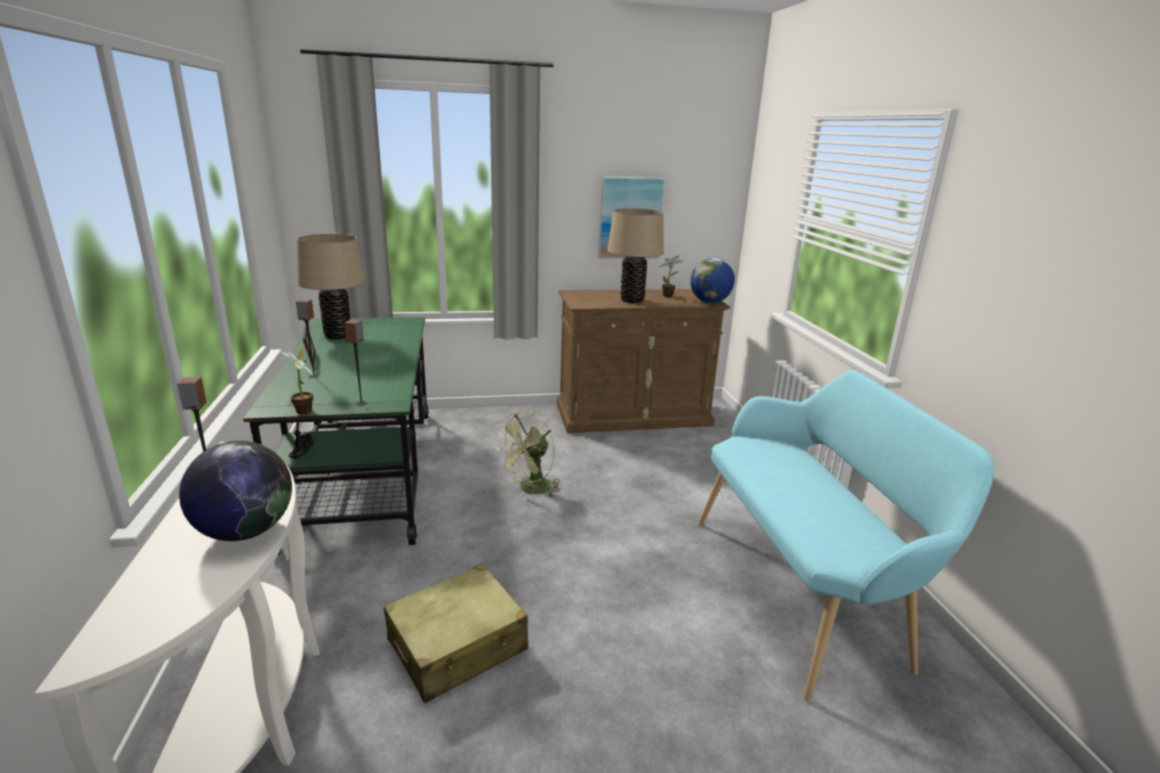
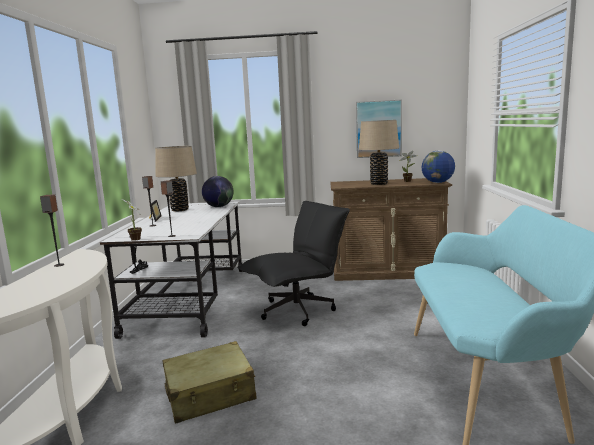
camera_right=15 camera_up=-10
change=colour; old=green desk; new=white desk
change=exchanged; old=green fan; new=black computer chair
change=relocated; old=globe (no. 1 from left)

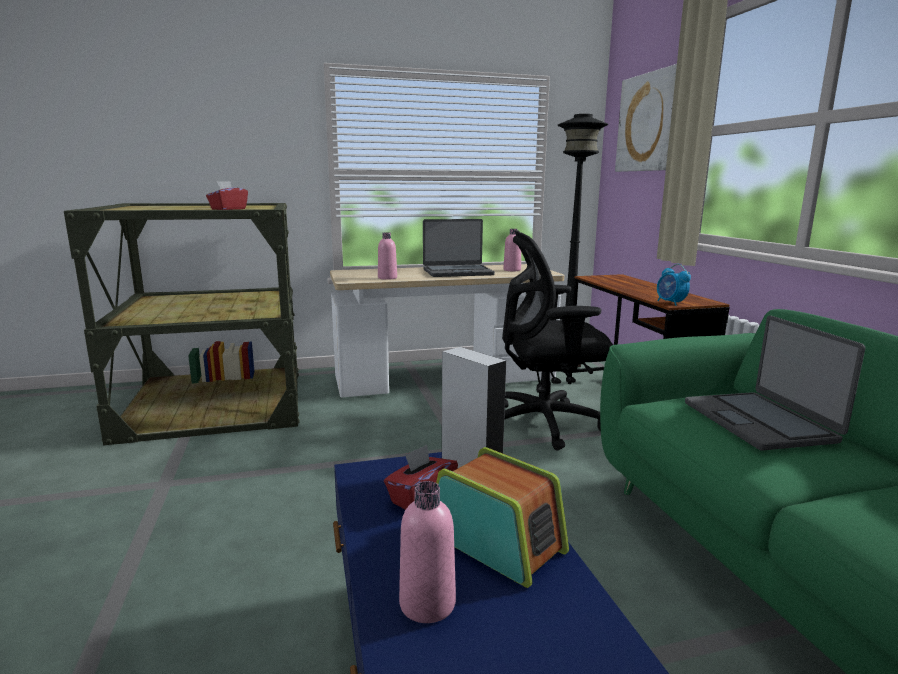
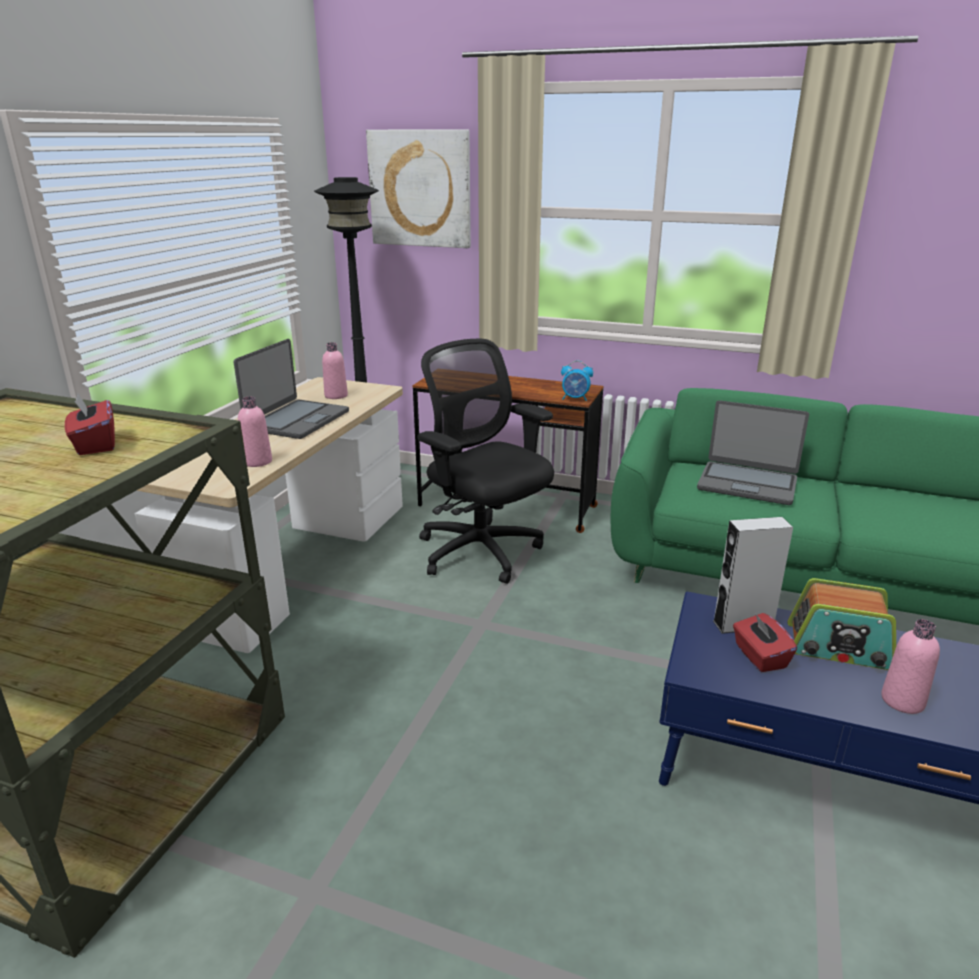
camera_right=-55 camera_up=10
change=spun; old=black computer chair; degrees=105
change=spun; old=radio set; degrees=-150

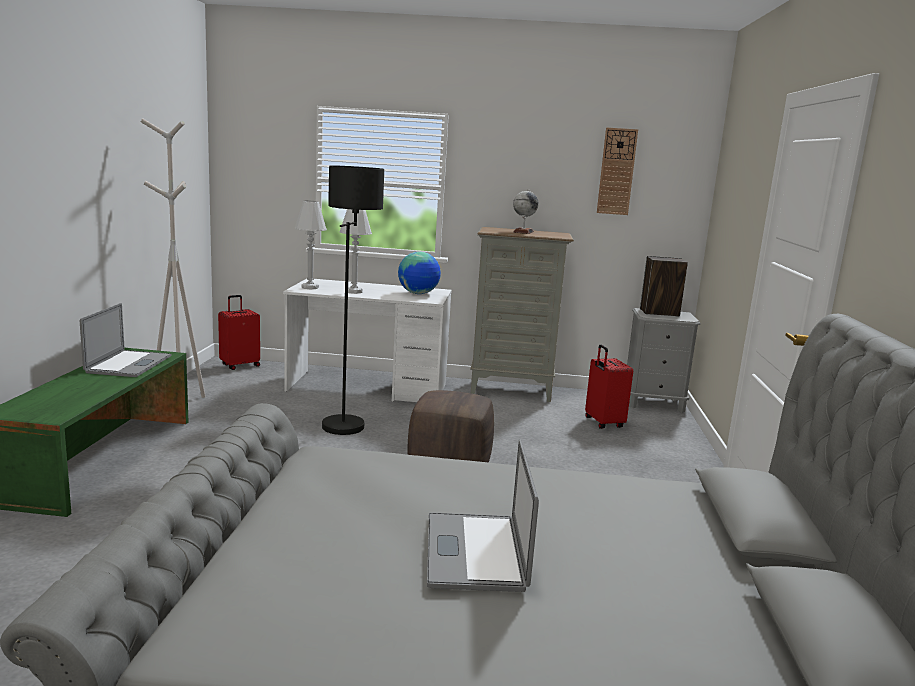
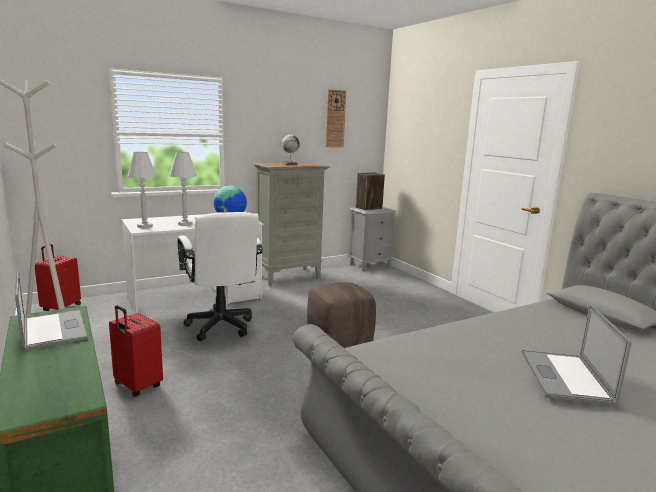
camera_right=-35 camera_up=0
change=exchanged; old=black standing lamp; new=white computer chair
change=relocated; old=red suitcase (no. 2 from left)
change=spun; old=notebook computer (no. 2 from left); degrees=45

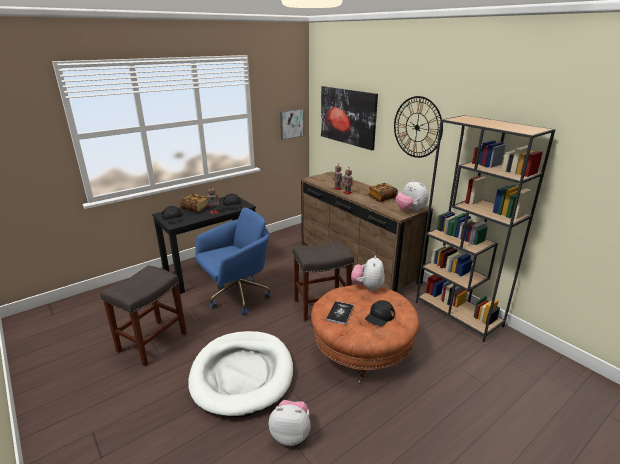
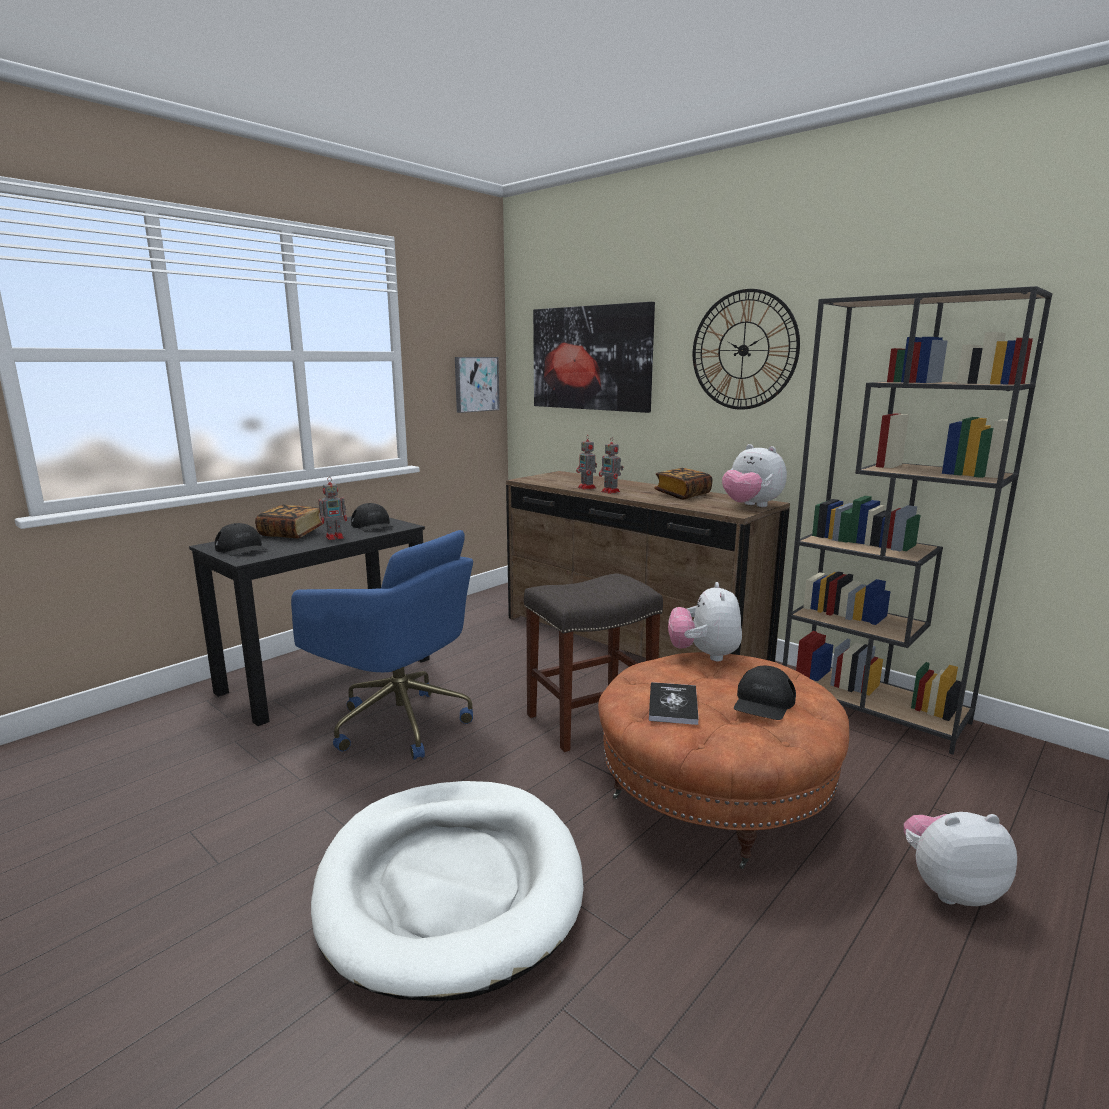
camera_right=-10 camera_up=-10
change=spun; old=bluish computer chair; degrees=75
change=missing; old=grey stool seat (no. 1 from left)
change=relocated; old=cuddly toy (no. 1 from left in the first image); new=cuddly toy (no. 3 from left)

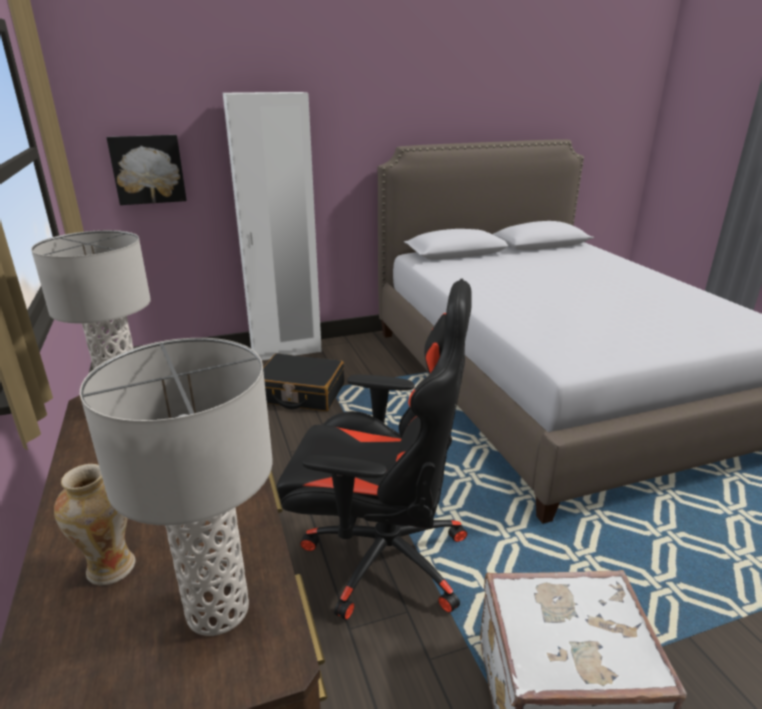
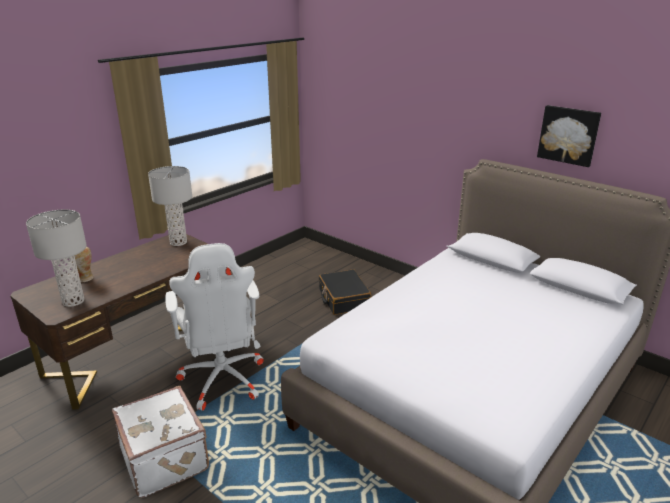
camera_right=60 camera_up=0
change=missing; old=white wardrobe
change=relocated; old=picture
change=colour; old=black computer chair; new=white computer chair

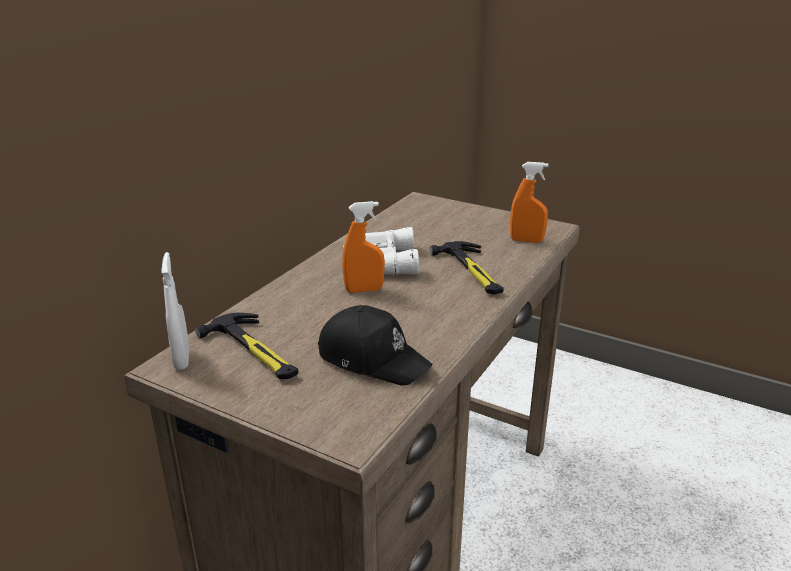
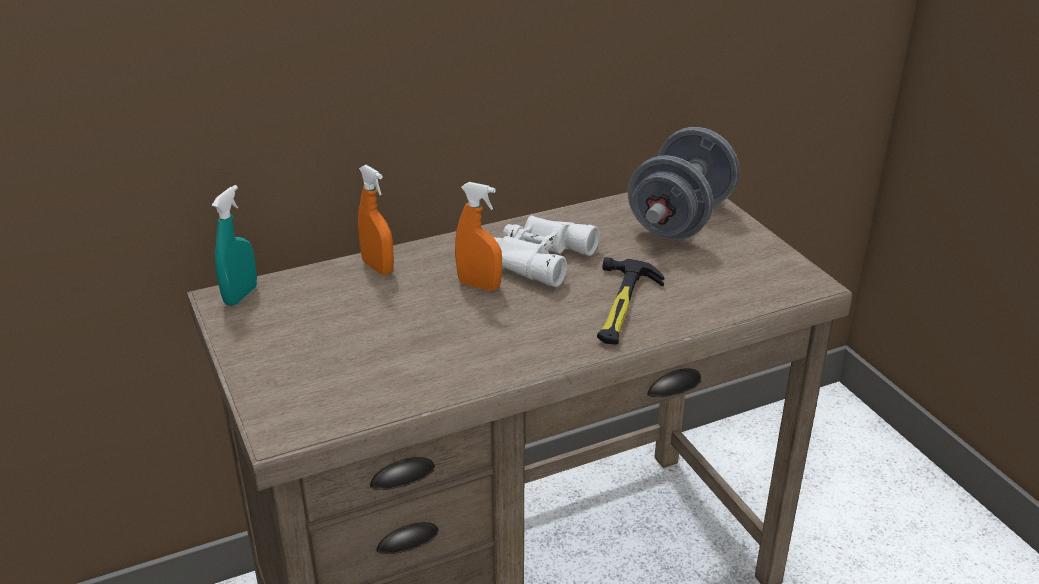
camera_right=35 camera_up=5
change=relocated; old=orangey spray bottle (no. 2 from left in the first image); new=orangey spray bottle (no. 1 from left)
change=colour; old=white spray bottle; new=turquoise spray bottle
change=missing; old=black cap
change=missing; old=hammer (no. 1 from left)
change=appeared; new=grey hand weight

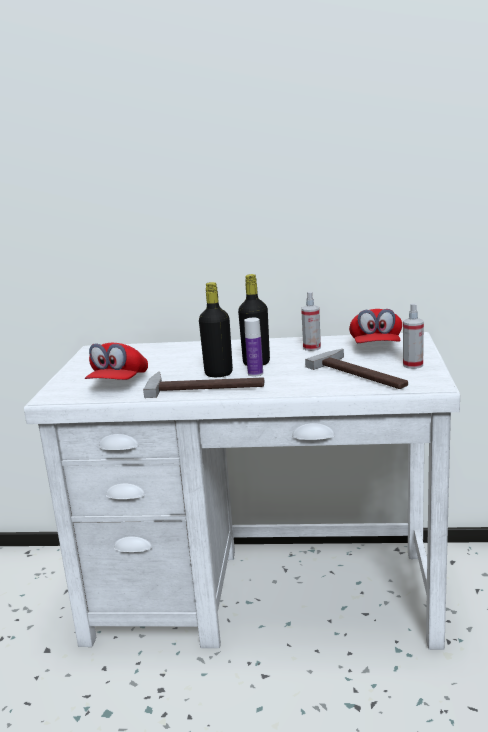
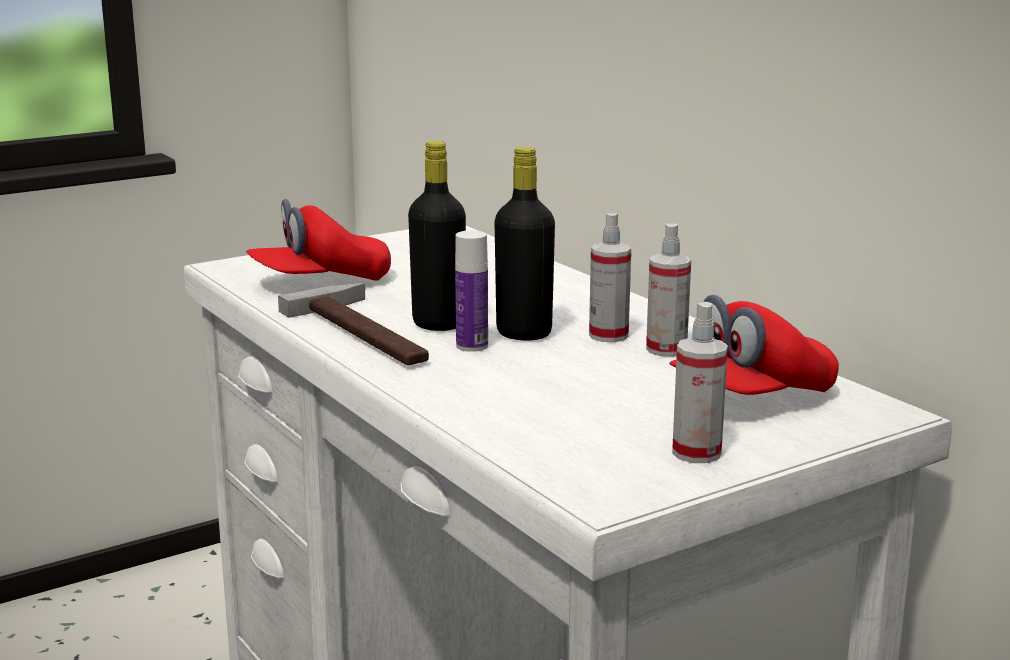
camera_right=50 camera_up=0
change=missing; old=hammer (no. 2 from left)
change=appeared; new=spray bottle (no. 1 from left)

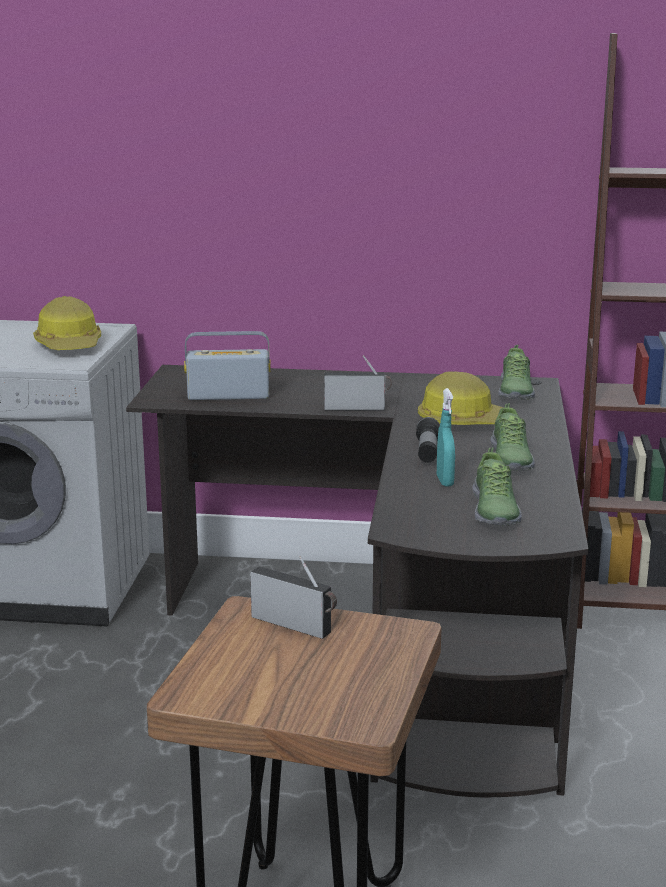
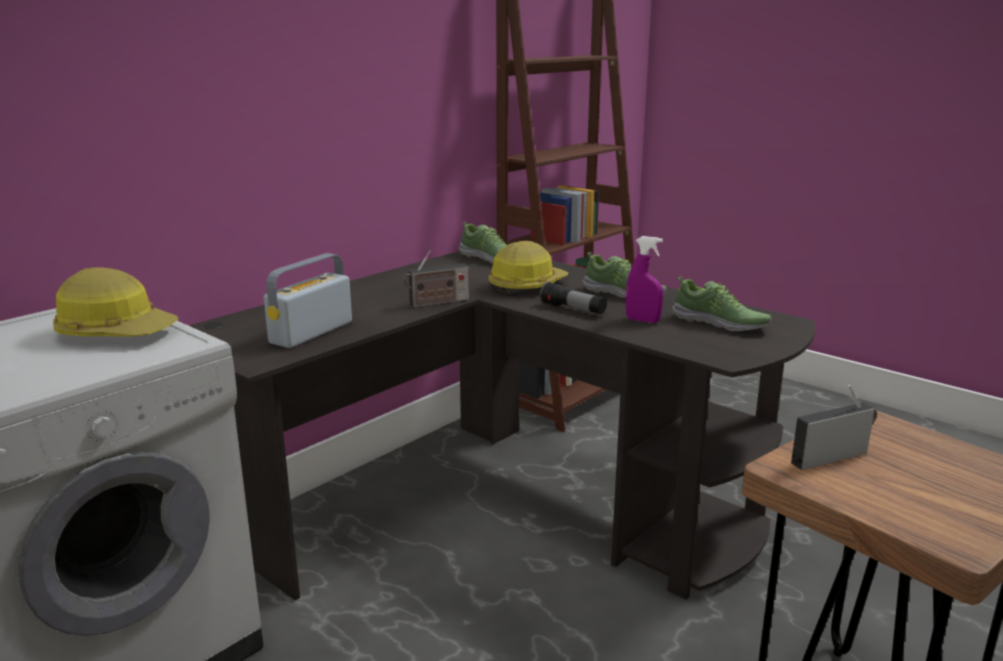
camera_right=-55 camera_up=0
change=spun; old=radio set (no. 3 from left in the first image); degrees=-150
change=colour; old=turquoise spray bottle; new=purplish spray bottle

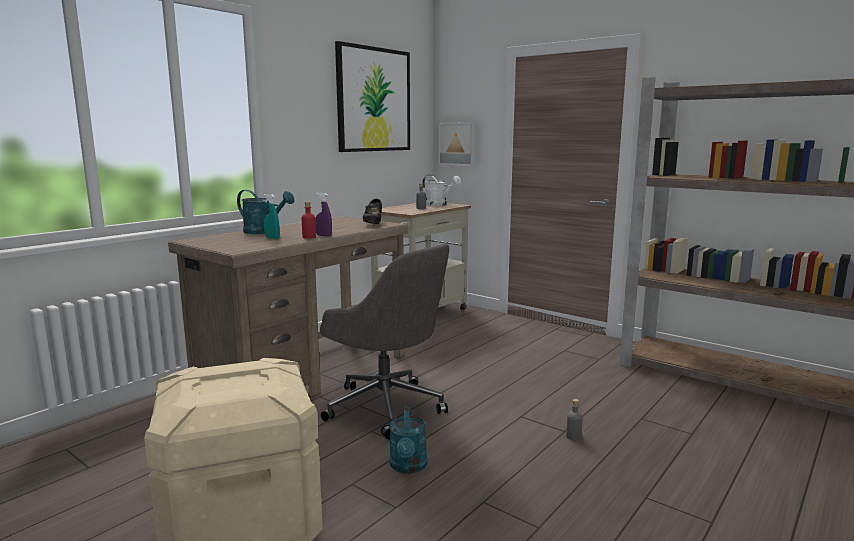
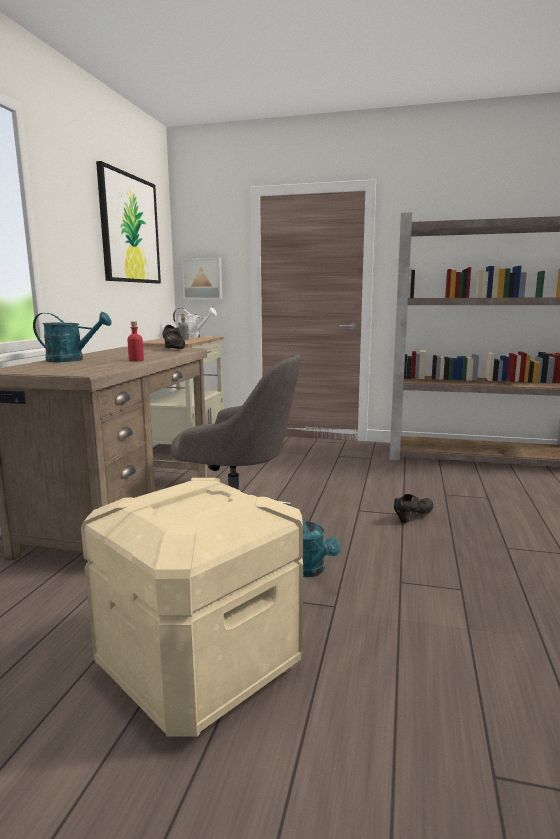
camera_right=-25 camera_up=0
change=missing; old=purplish spray bottle
change=missing; old=turquoise spray bottle
change=exchanged; old=grey drink bottle (no. 2 from left); new=black low shoe (no. 2 from left)

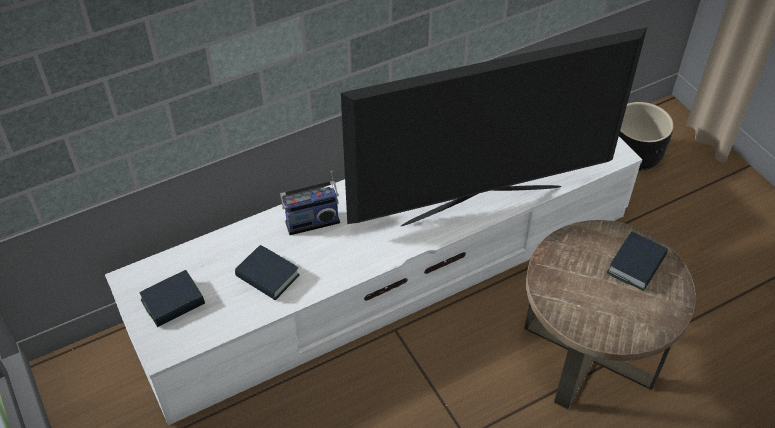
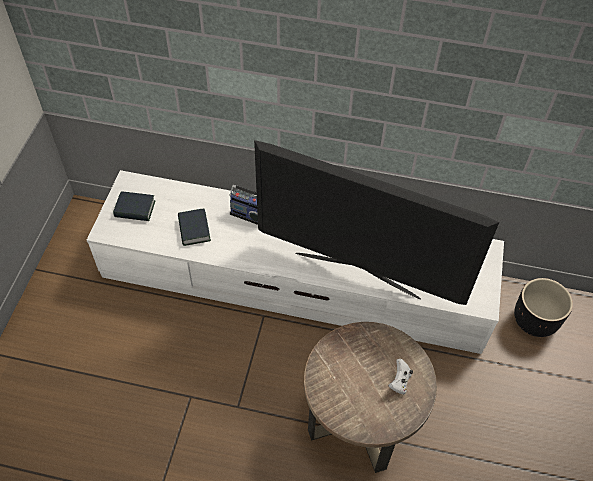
camera_right=40 camera_up=5
change=exchanged; old=bound book (no. 3 from left); new=white game controller

